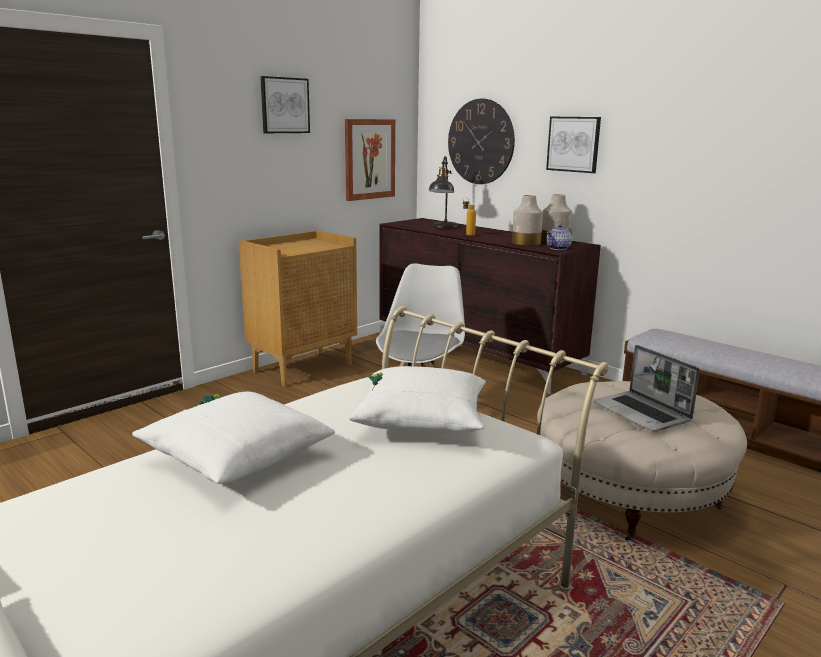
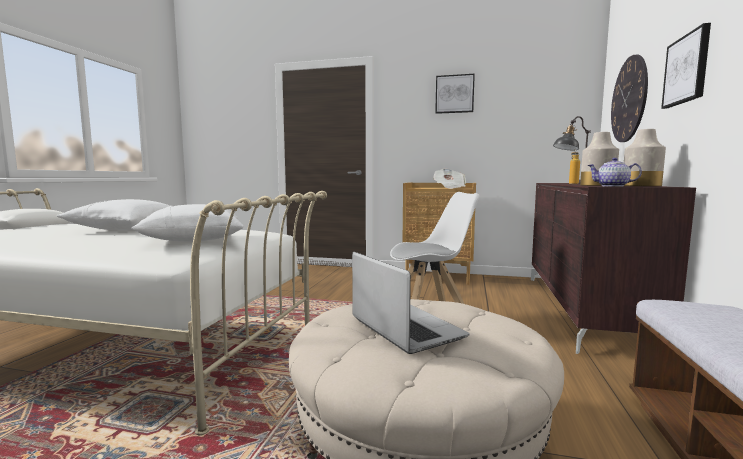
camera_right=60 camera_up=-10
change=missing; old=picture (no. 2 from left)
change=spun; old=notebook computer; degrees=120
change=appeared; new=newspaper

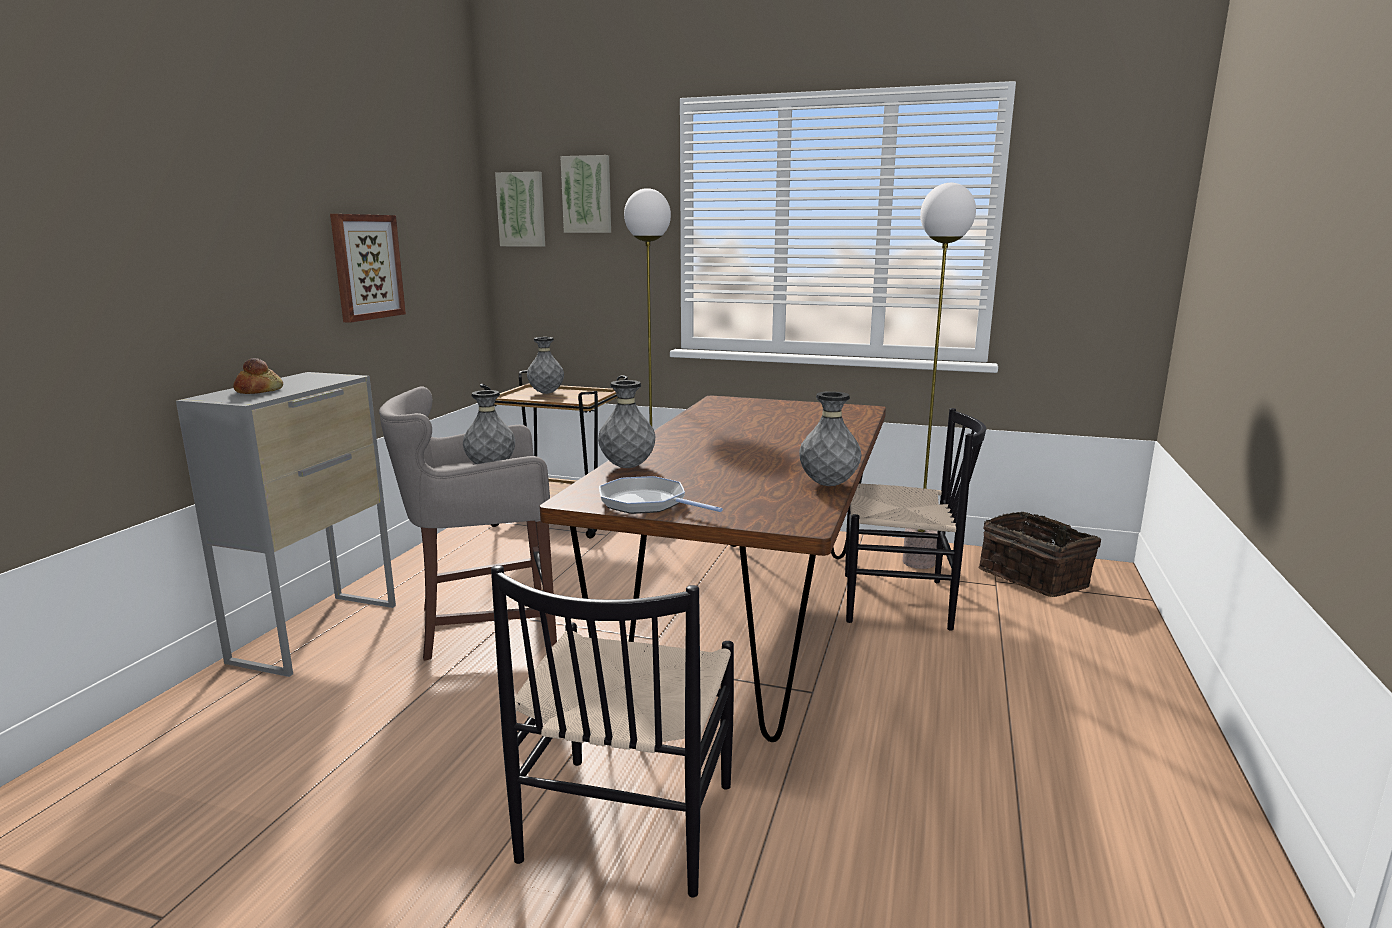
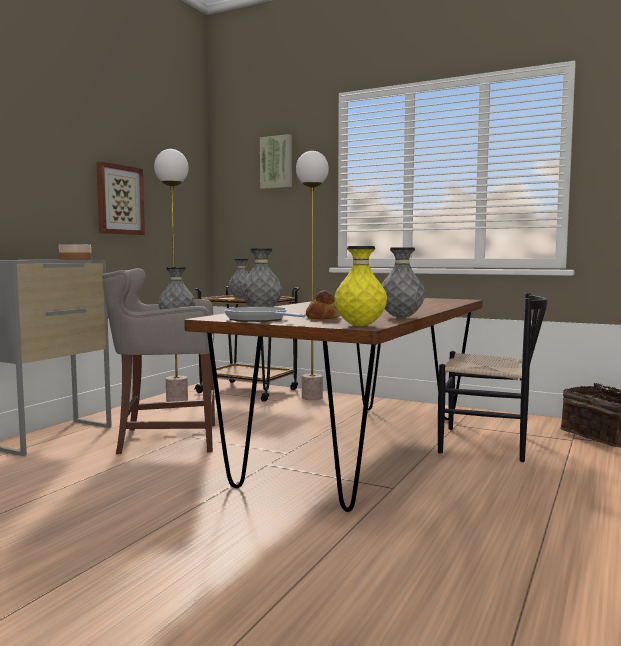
camera_right=10 camera_up=-10
change=missing; old=picture (no. 2 from left)
change=relocated; old=standing lamp (no. 2 from left in the first image); new=standing lamp (no. 1 from left)
change=relocated; old=bread
change=missing; old=black plain chair (no. 1 from left)
change=appeared; new=bowl
change=appeared; new=yellow flower vase

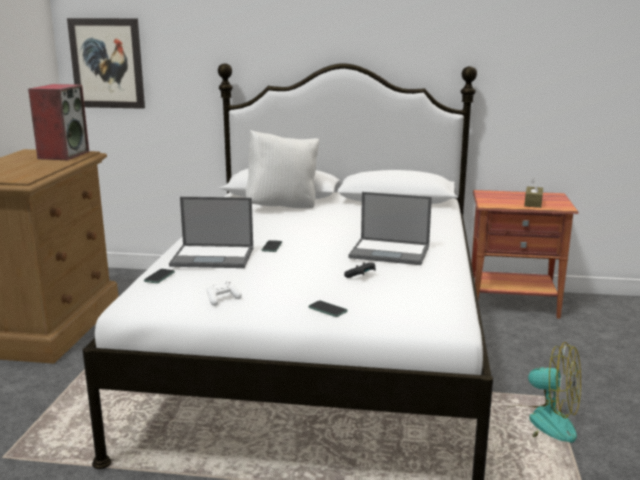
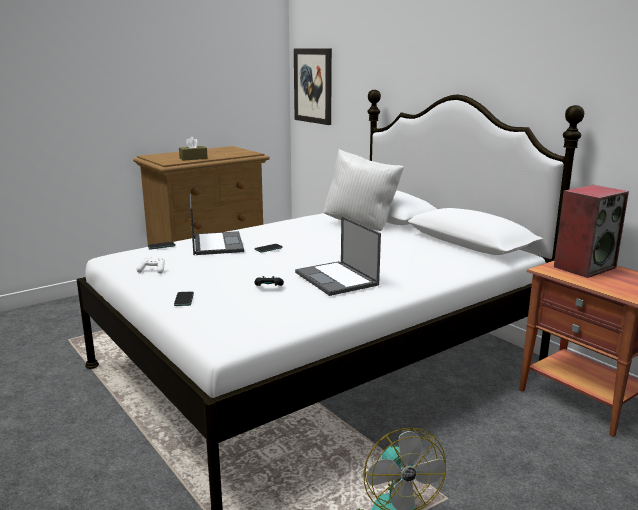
camera_right=45 camera_up=0
change=relocated; old=audio speaker
change=relocated; old=brownish box of tissues
change=spun; old=notebook computer (no. 1 from left); degrees=-150

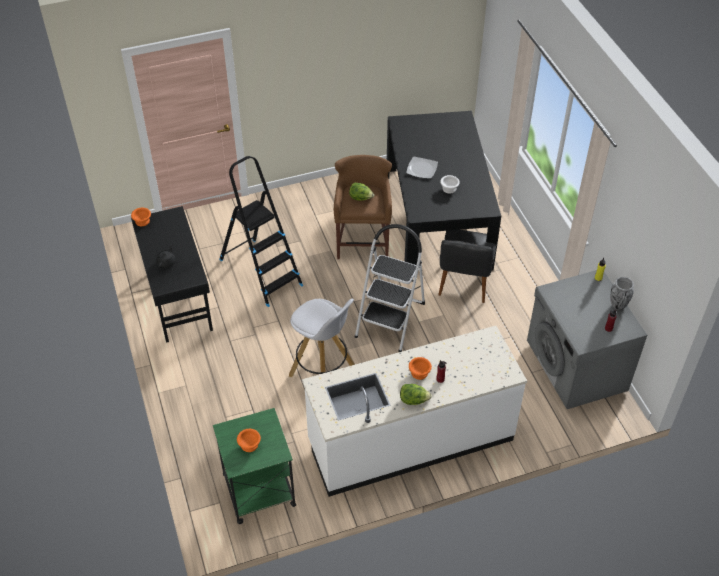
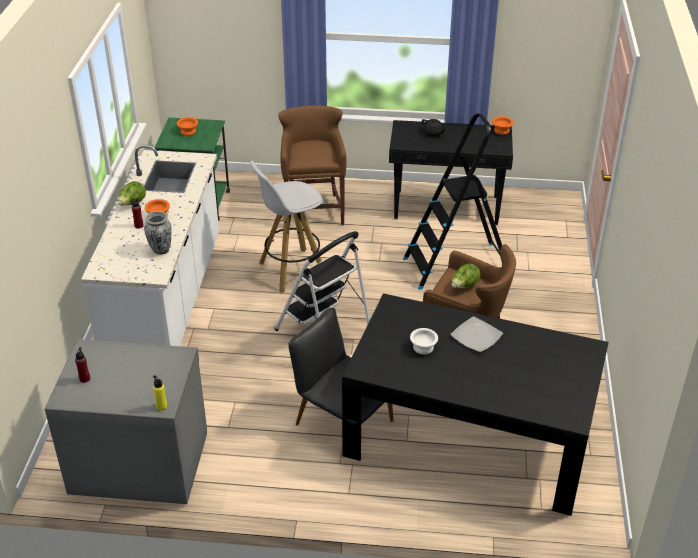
camera_right=115 camera_up=-10
change=relocated; old=flower vase
change=appeared; new=brownish stool seat (no. 1 from left)

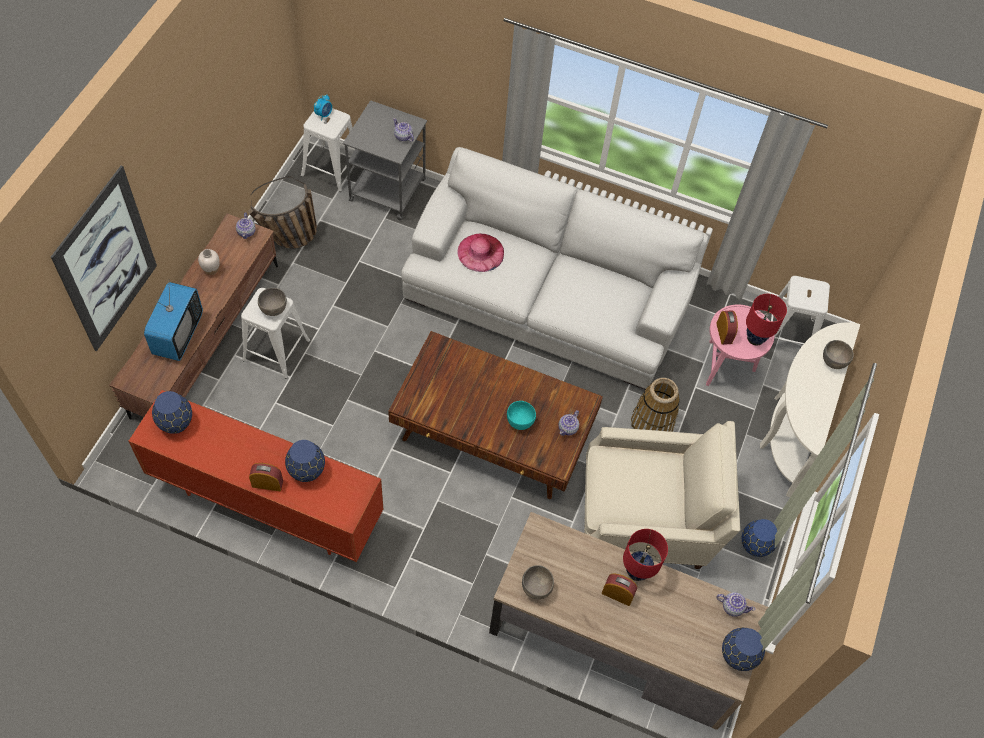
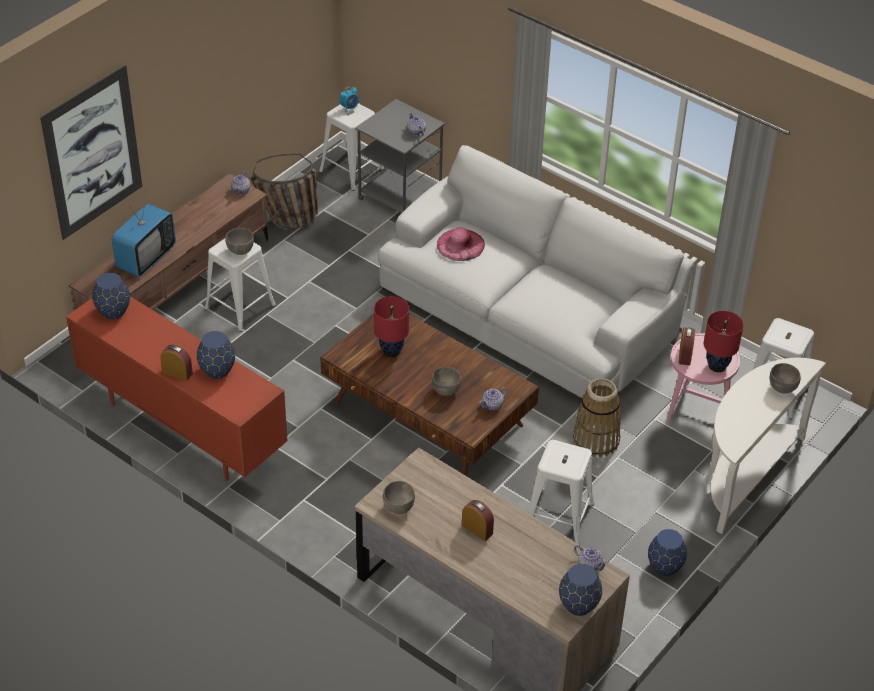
camera_right=20 camera_up=-15
change=missing; old=white flower vase
change=colour; old=turquoise bowl; new=grey bowl (no. 3 from left)
change=exchanged; old=beige lounge chair; new=white stool seat (no. 3 from left)
change=relocated; old=red lamp for a table (no. 1 from left)

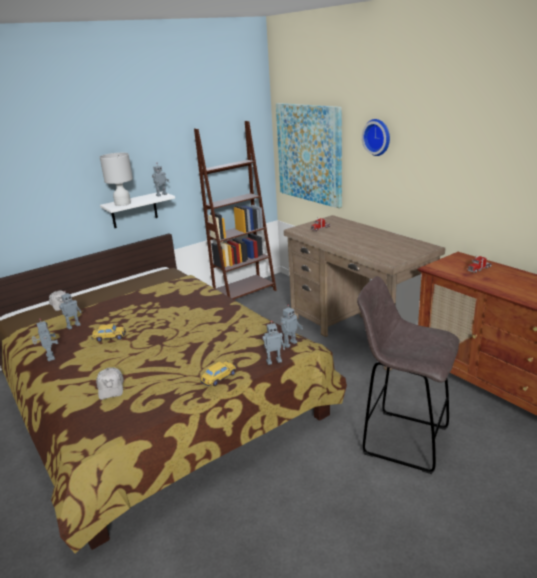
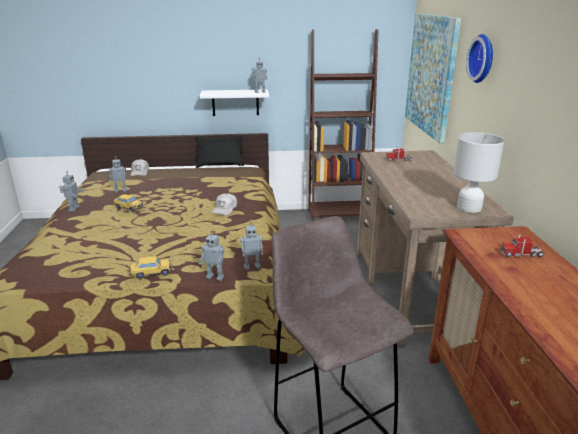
camera_right=30 camera_up=0
change=relocated; old=grey lamp for a table
change=relocated; old=white cap (no. 2 from left)
change=appeared; new=black throw pillow

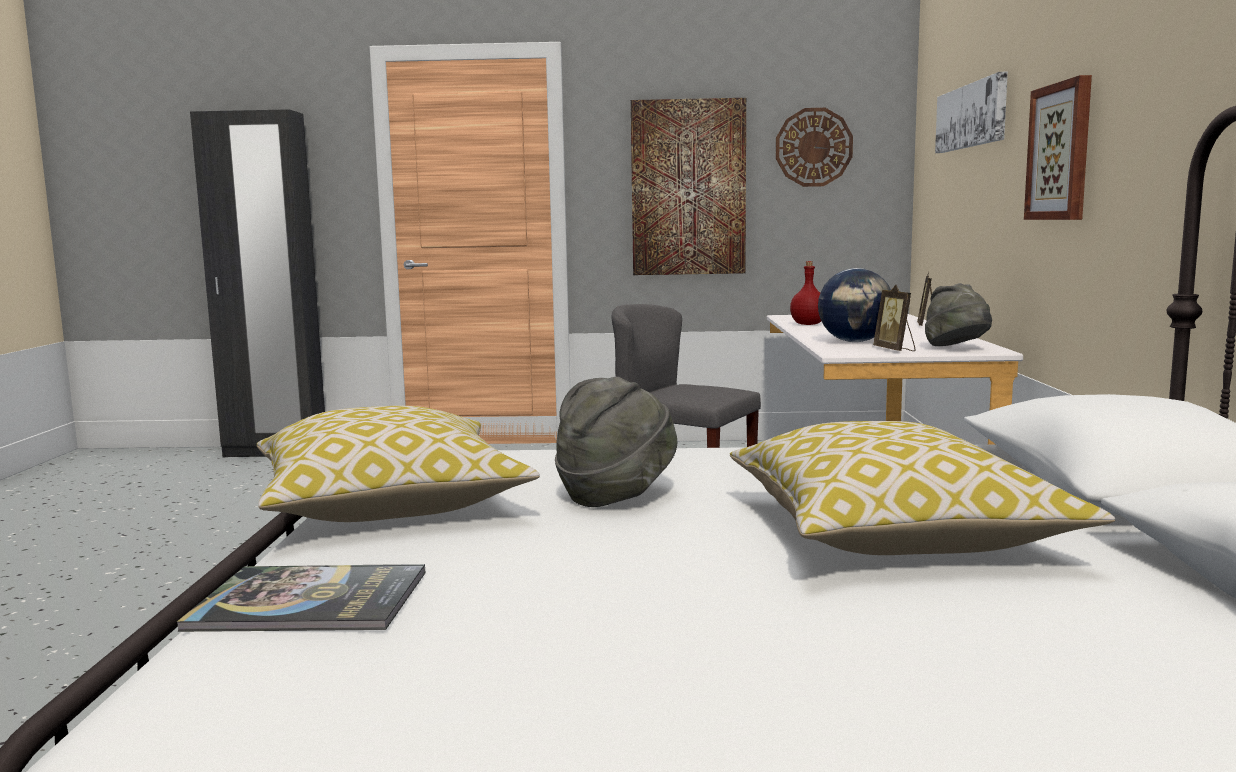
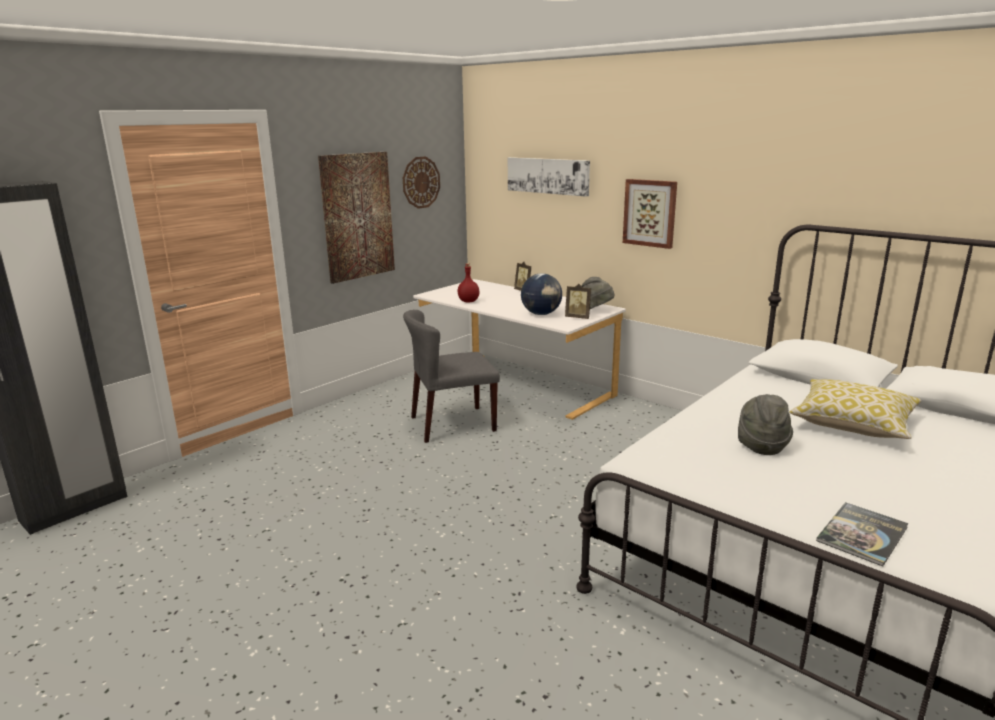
camera_right=-50 camera_up=10
change=missing; old=throw pillow (no. 1 from left)

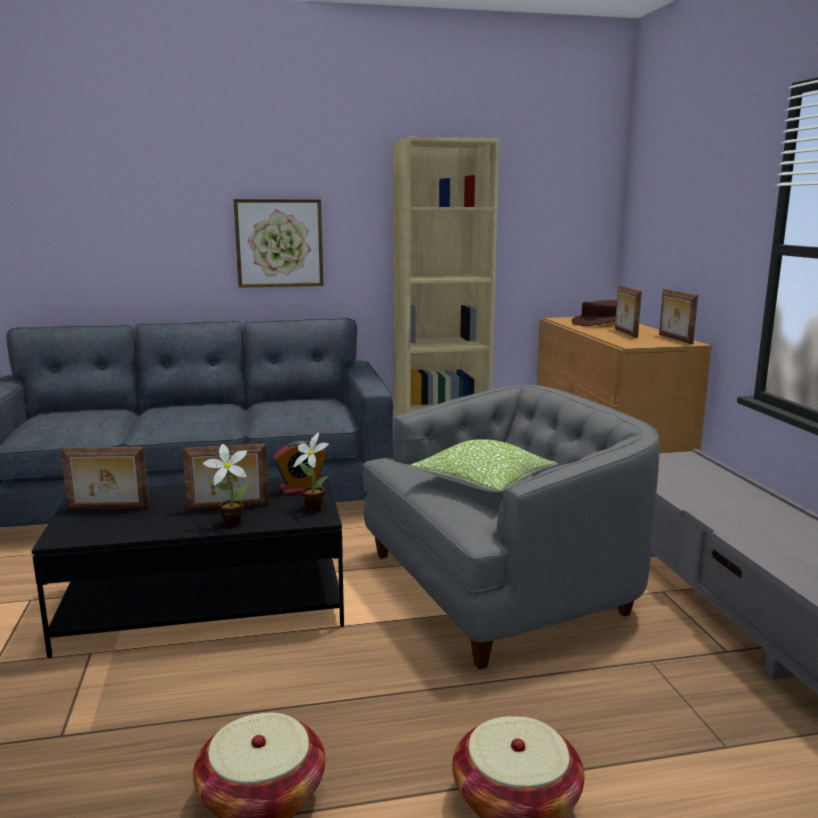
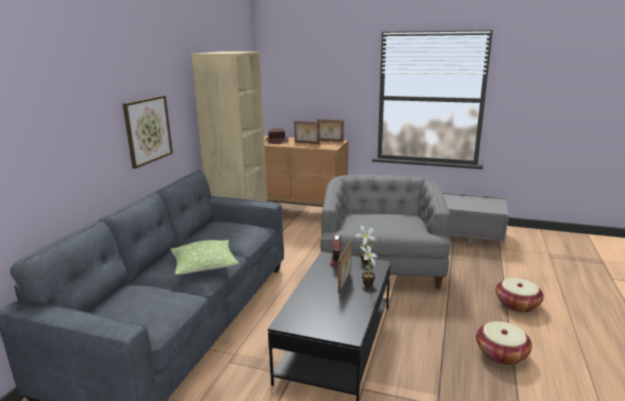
camera_right=-60 camera_up=5
change=relocated; old=throw pillow
change=missing; old=photo frame (no. 1 from left)

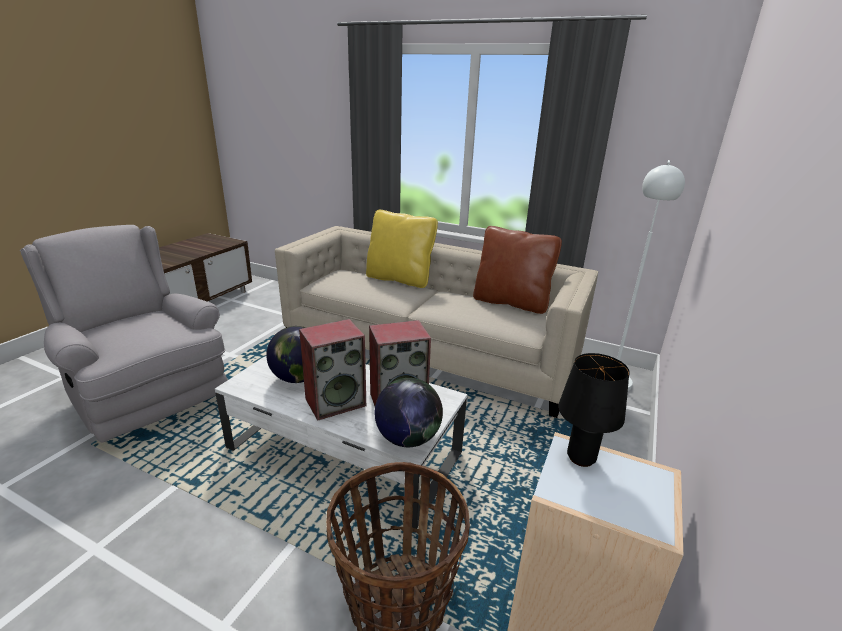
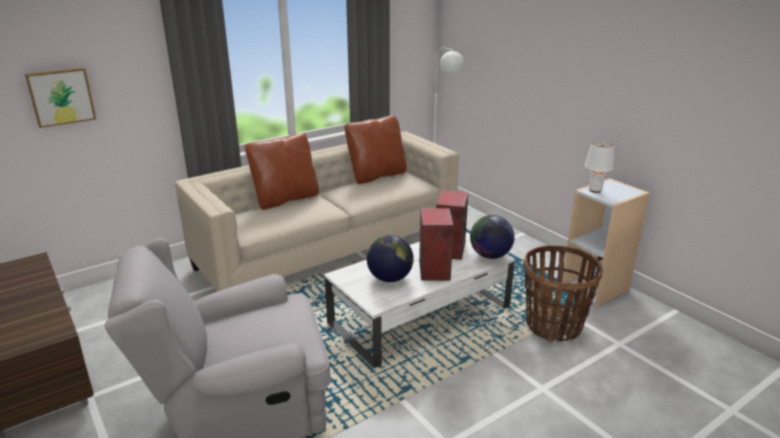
camera_right=-60 camera_up=0
change=colour; old=yellow throw pillow; new=brownish throw pillow (no. 1 from left)
change=colour; old=black lamp for a table; new=white lamp for a table
change=appeared; new=picture

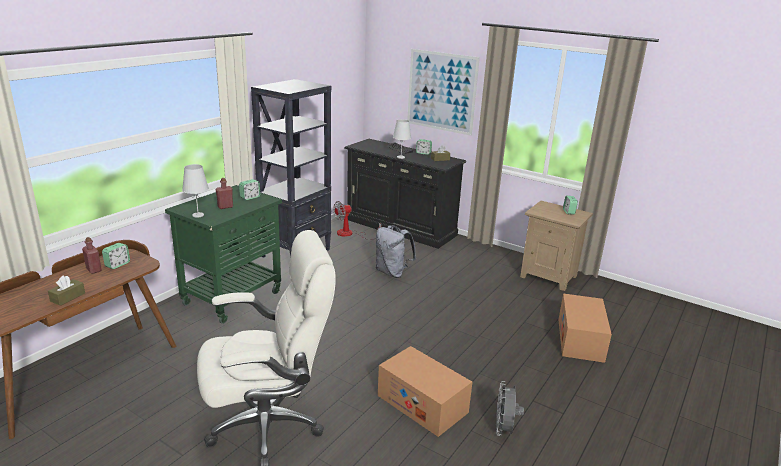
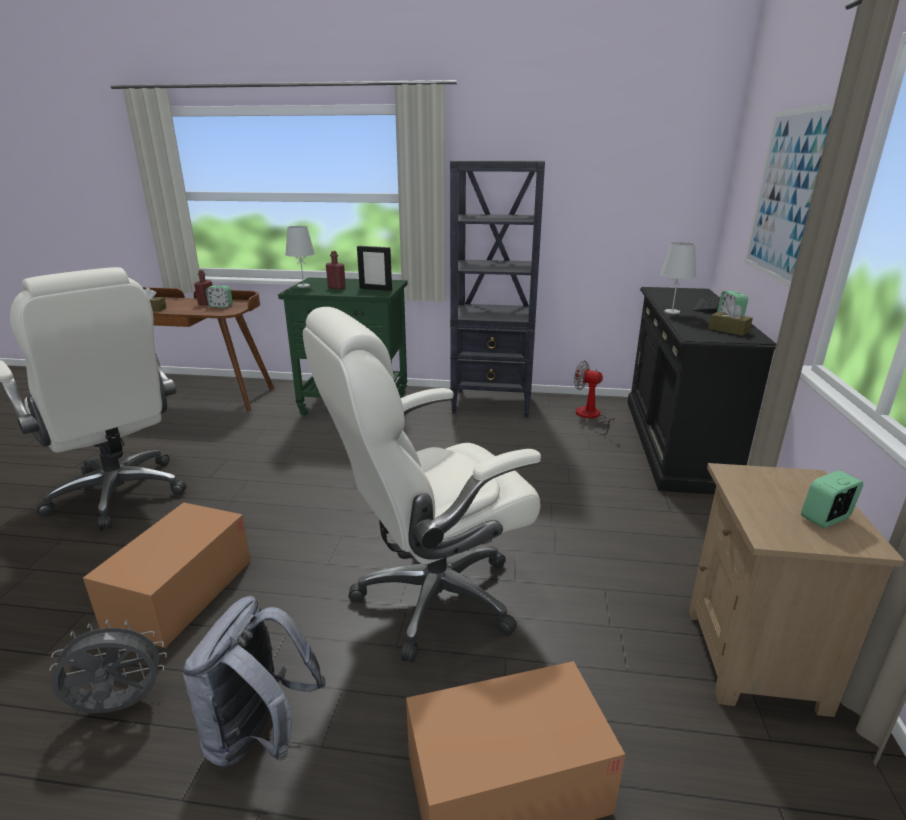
camera_right=65 camera_up=0
change=exchanged; old=alarm clock (no. 2 from left); new=photo frame
change=relocated; old=grey knapsack
change=appeared; new=white computer chair (no. 2 from left)

